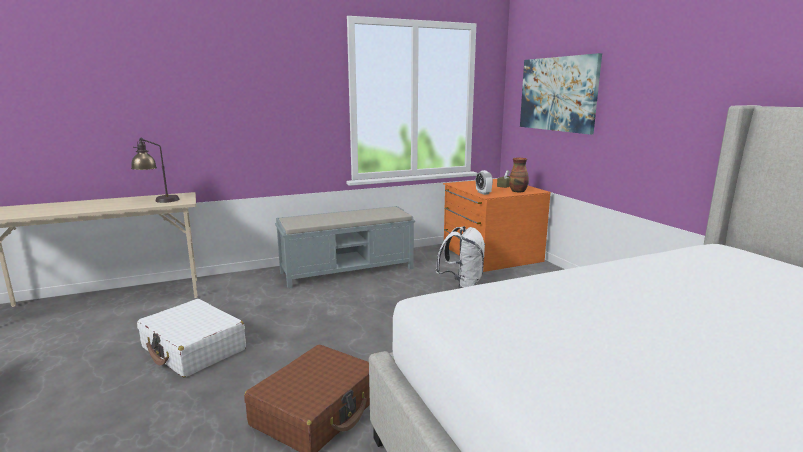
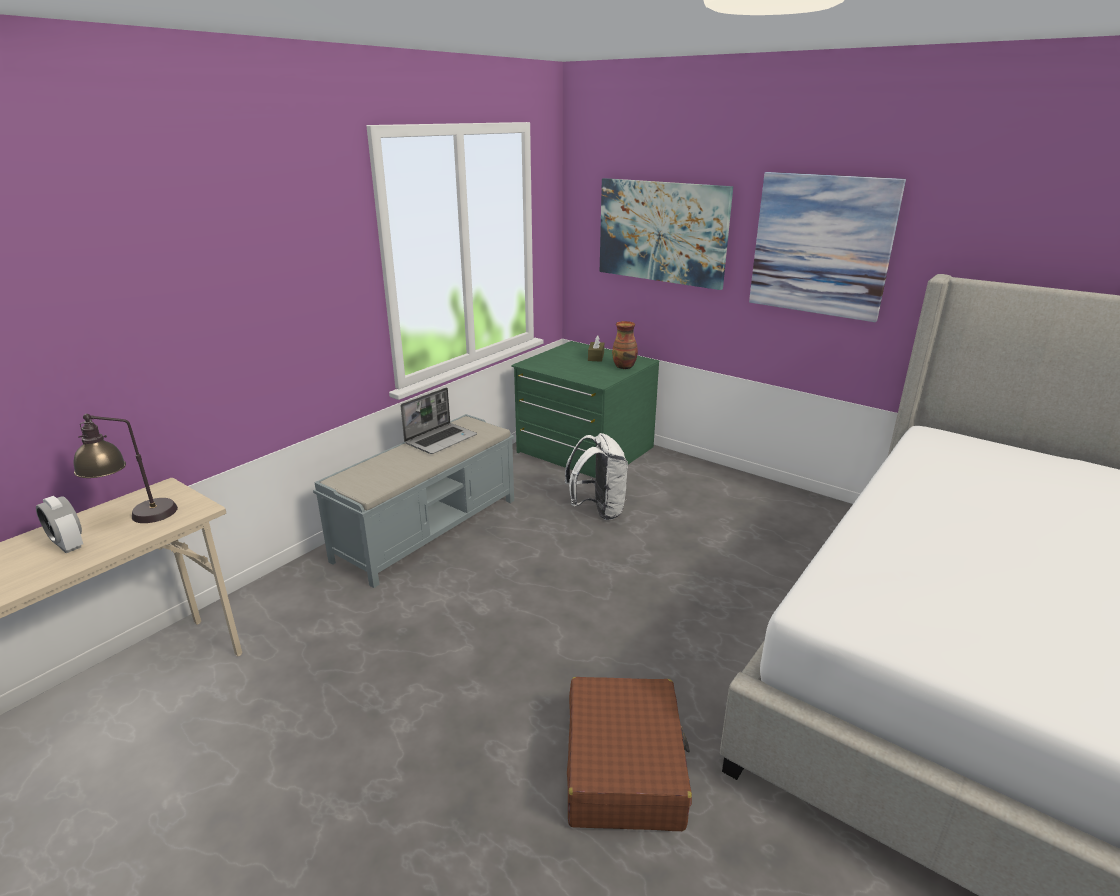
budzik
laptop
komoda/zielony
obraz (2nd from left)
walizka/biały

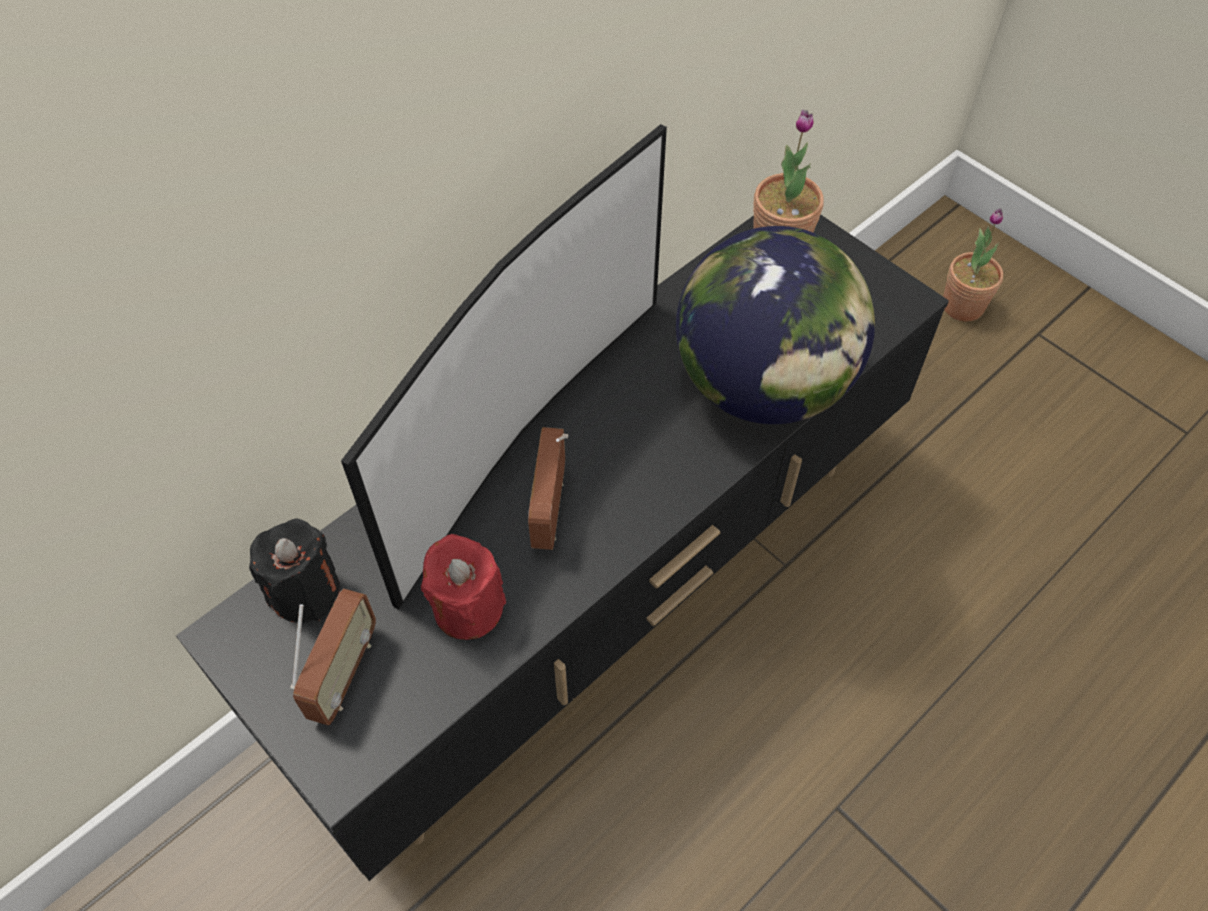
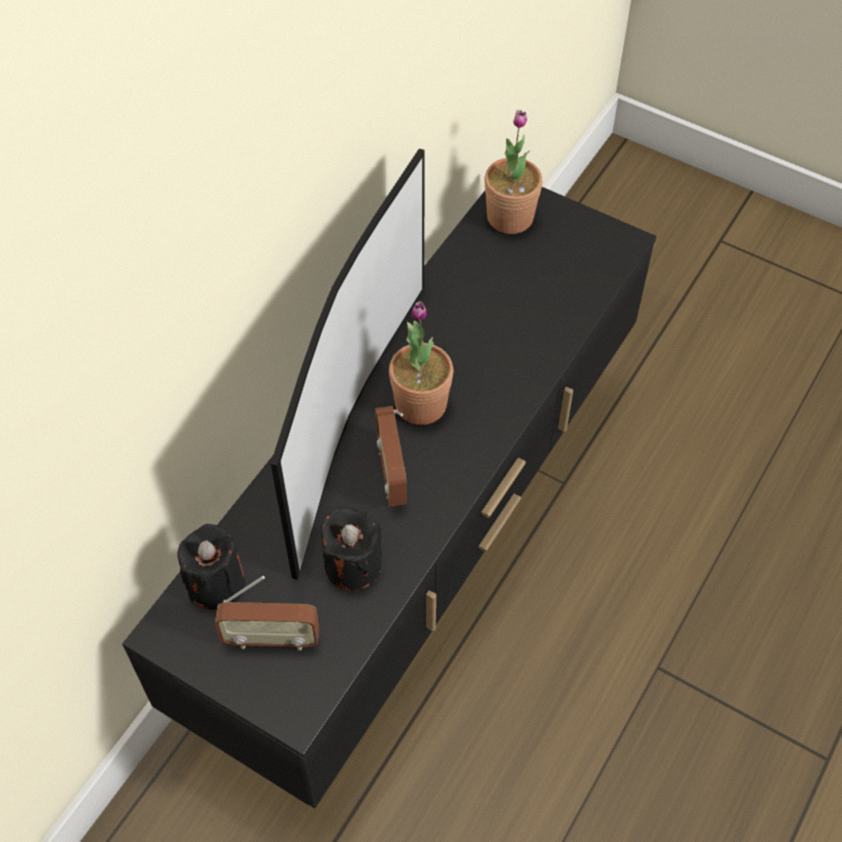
radio (1st from left)
świeca/czarny (2nd from left)
roślina doniczkowa (1st from left)
globus

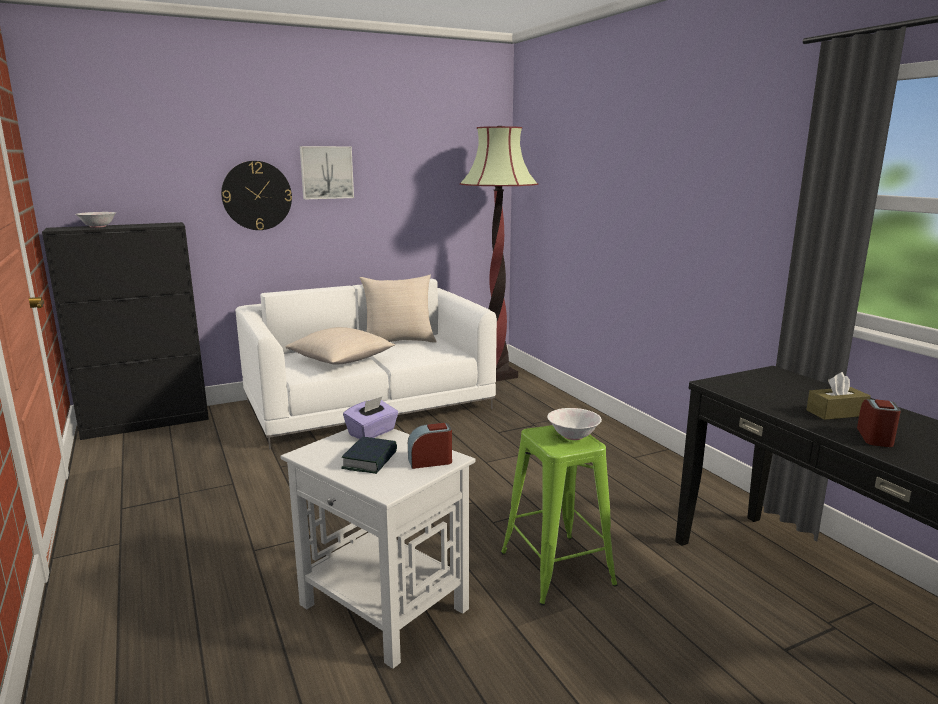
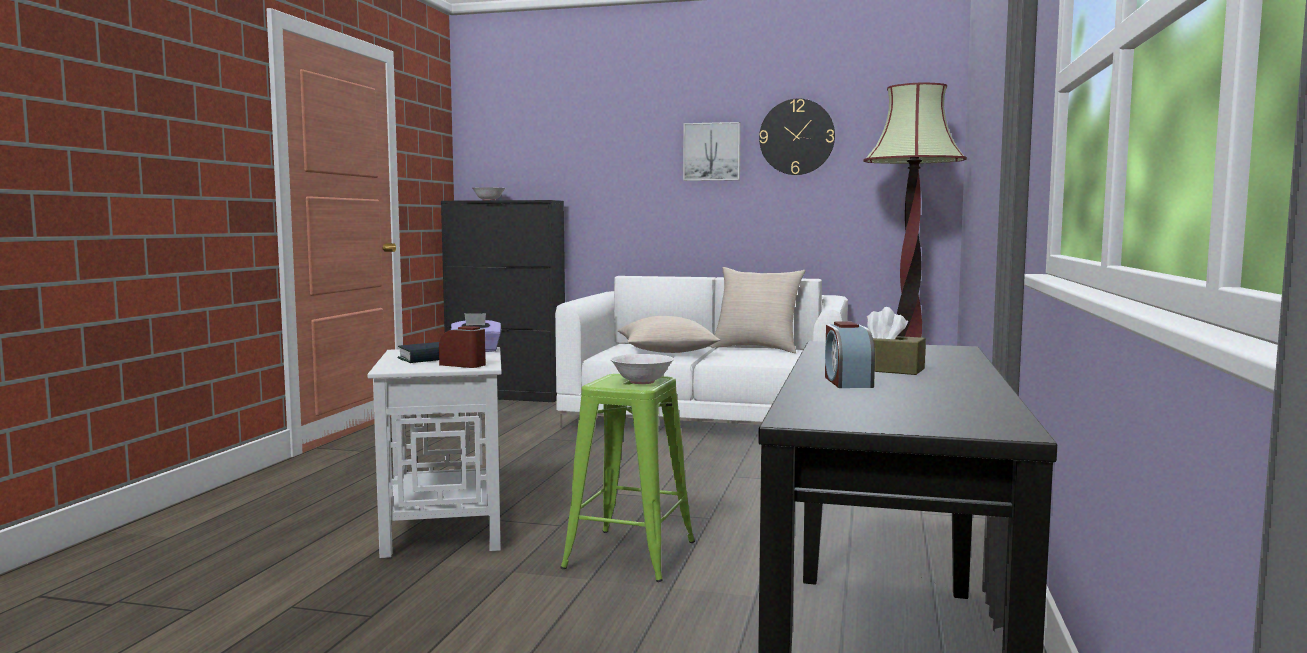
zegar ścienny
budzik (2nd from left)

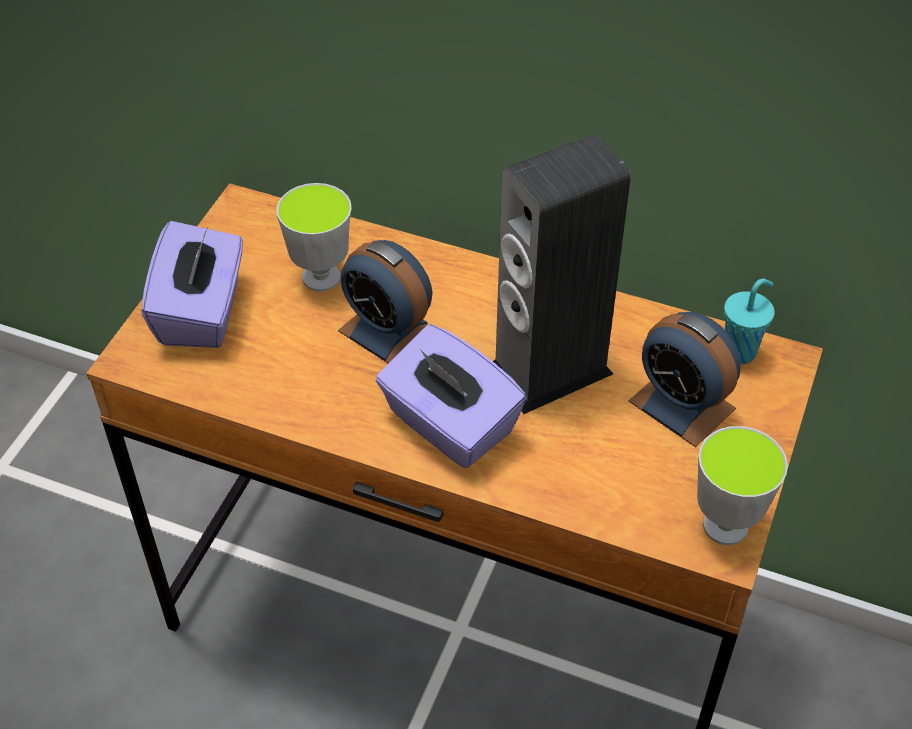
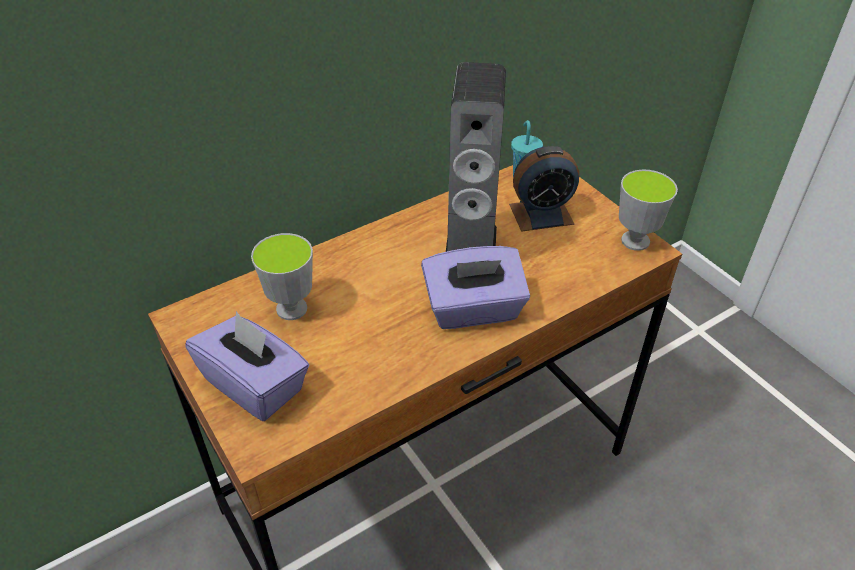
budzik (1st from left in the first image)

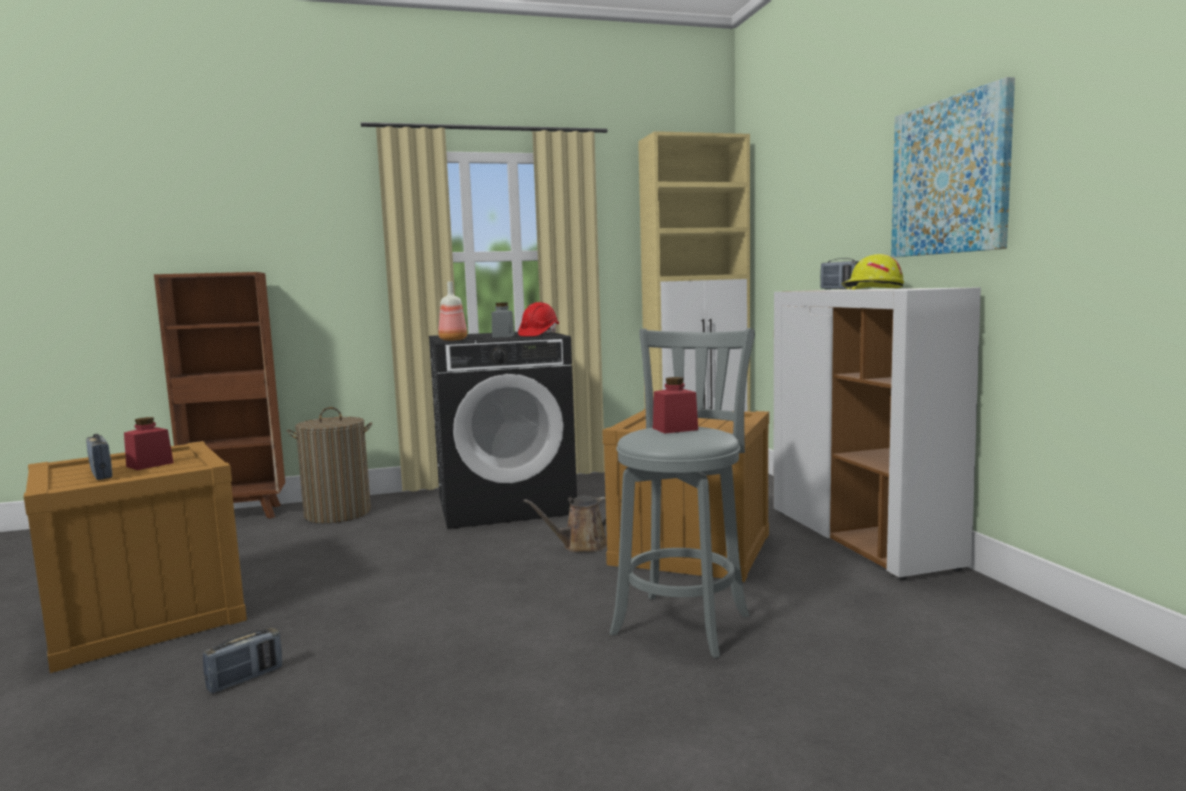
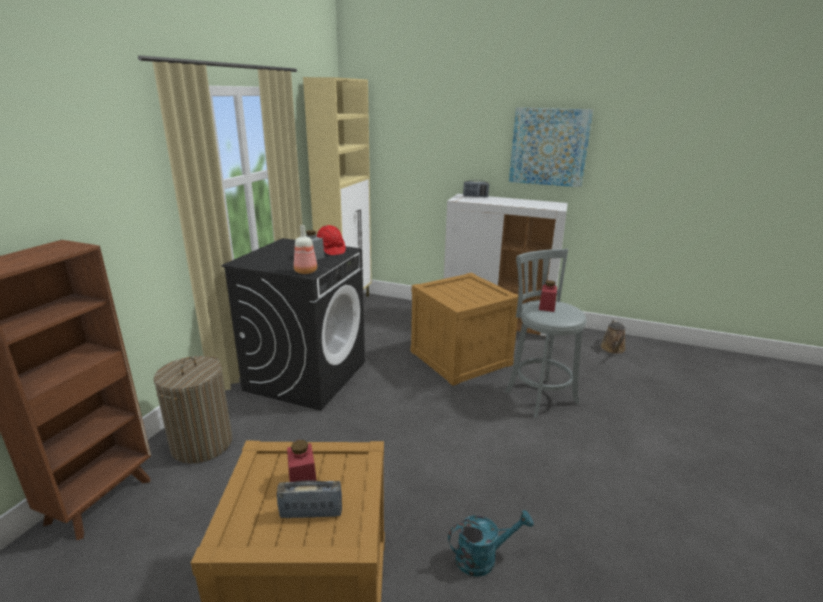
konewka/turkusowy
konewka/brązowy
kask/żółty

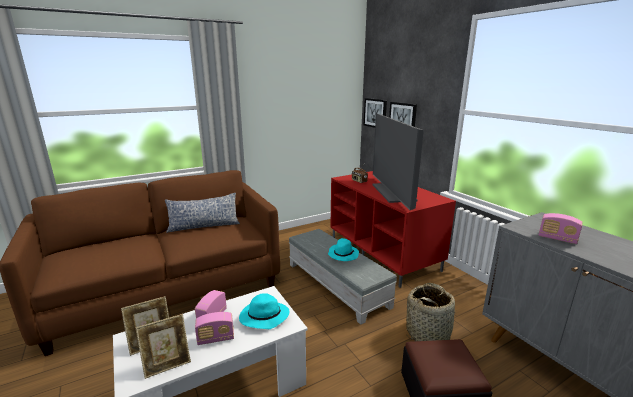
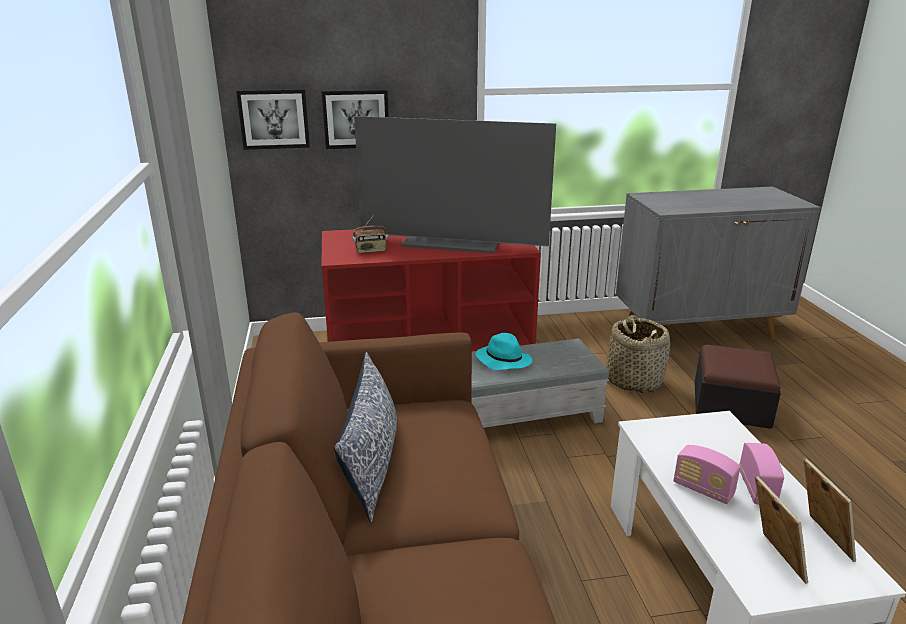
kapelusz/turkusowy (1st from left in the first image)
radio (4th from left in the first image)

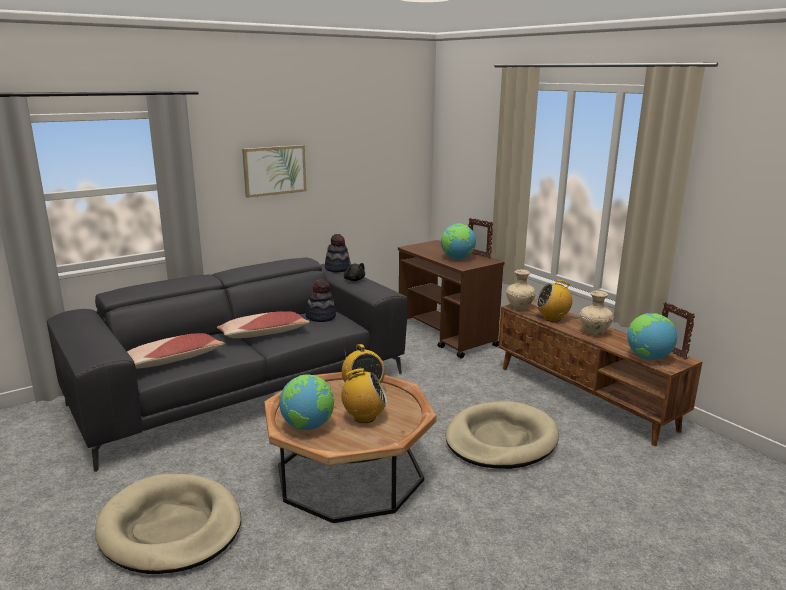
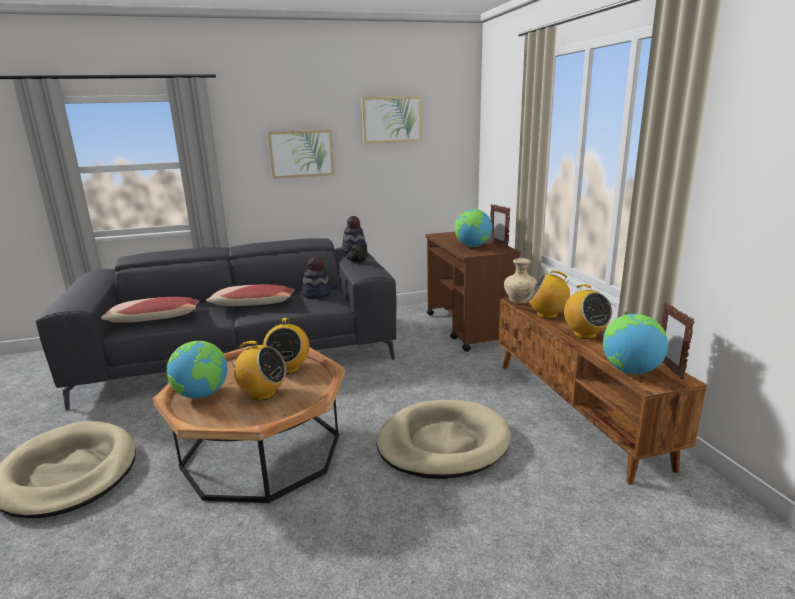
obraz (2nd from left)
radio (4th from left)

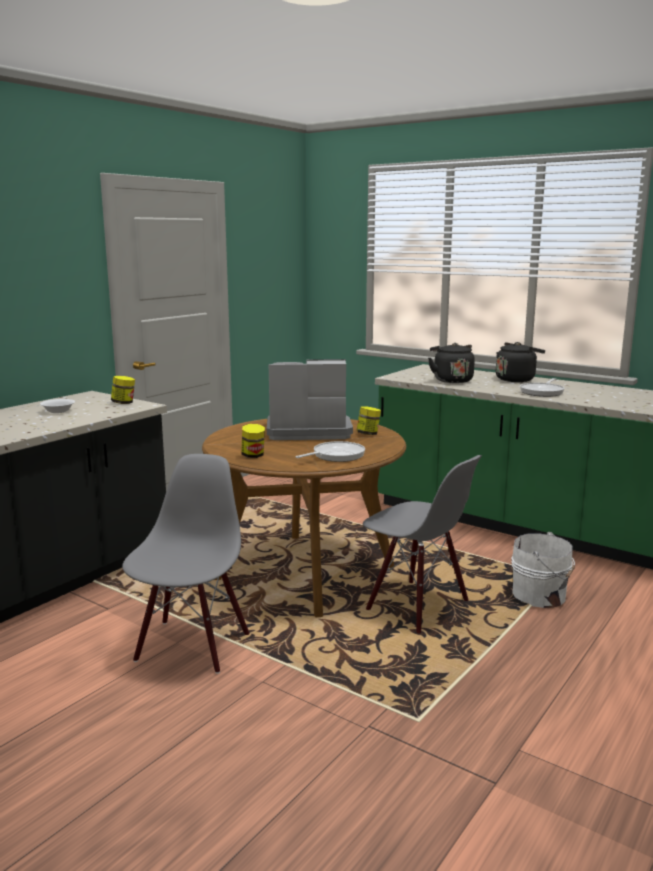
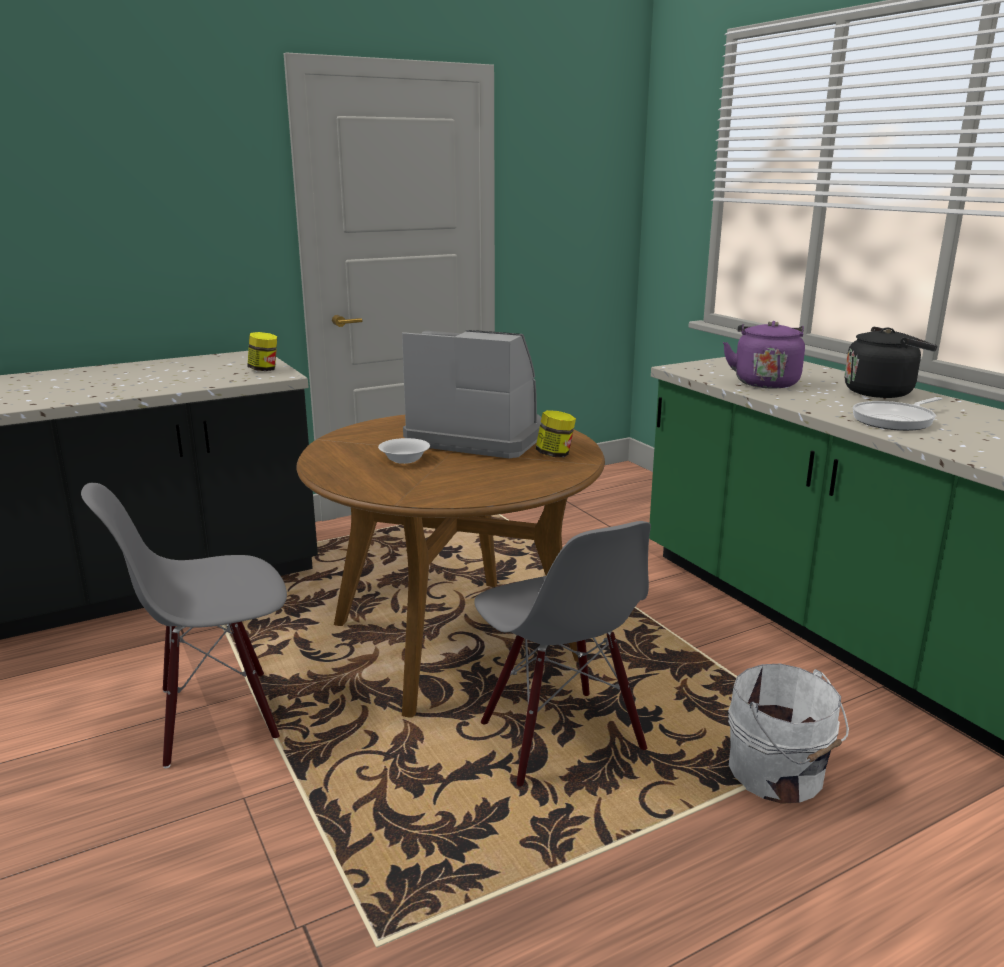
krzesło/szary (1st from left)
miska/biały
czajnik/fioletowy
słoik (2nd from left in the first image)
patelnia (1st from left in the first image)

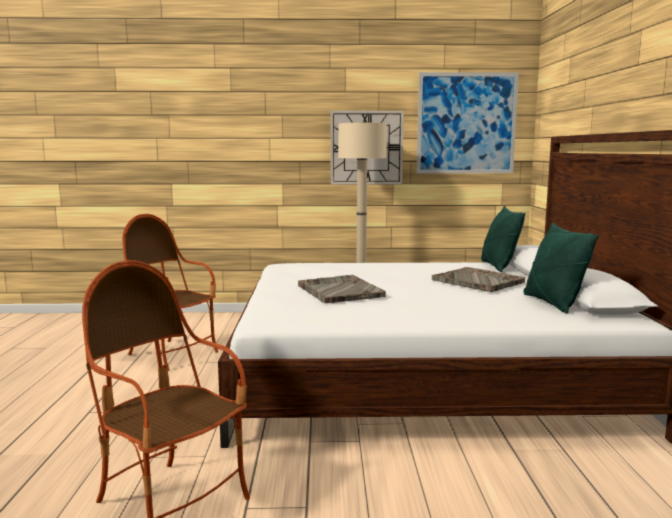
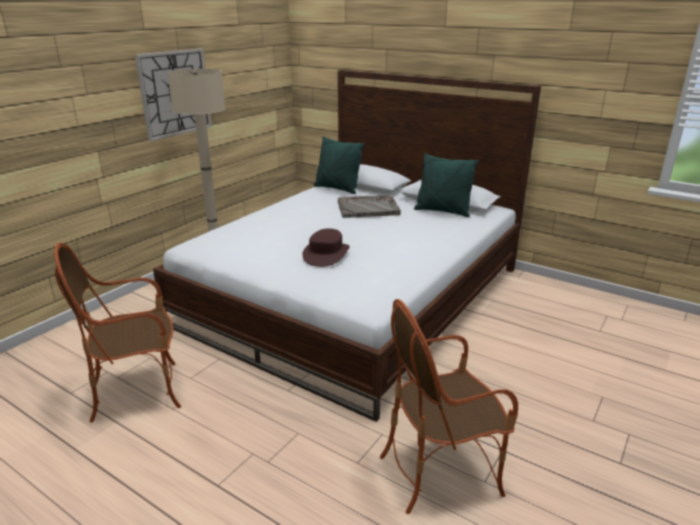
kapelusz/brązowy
obraz

